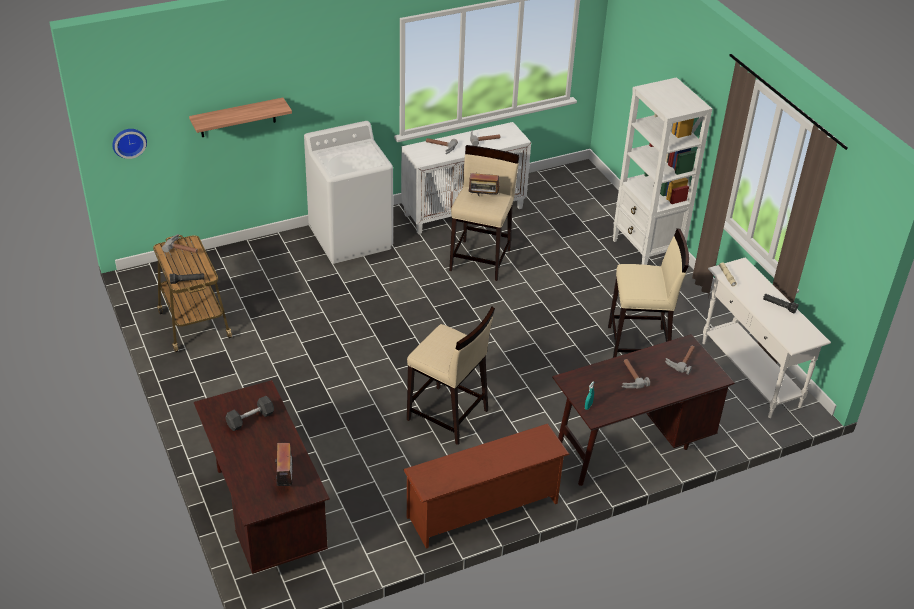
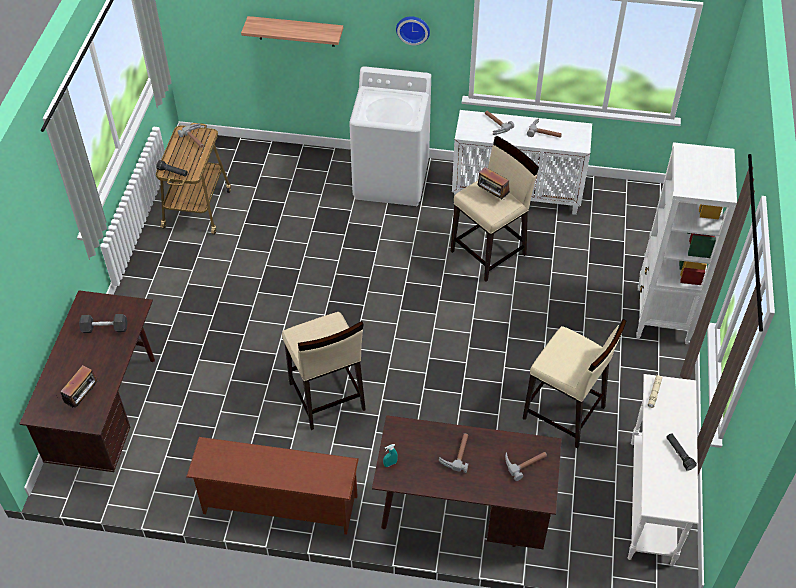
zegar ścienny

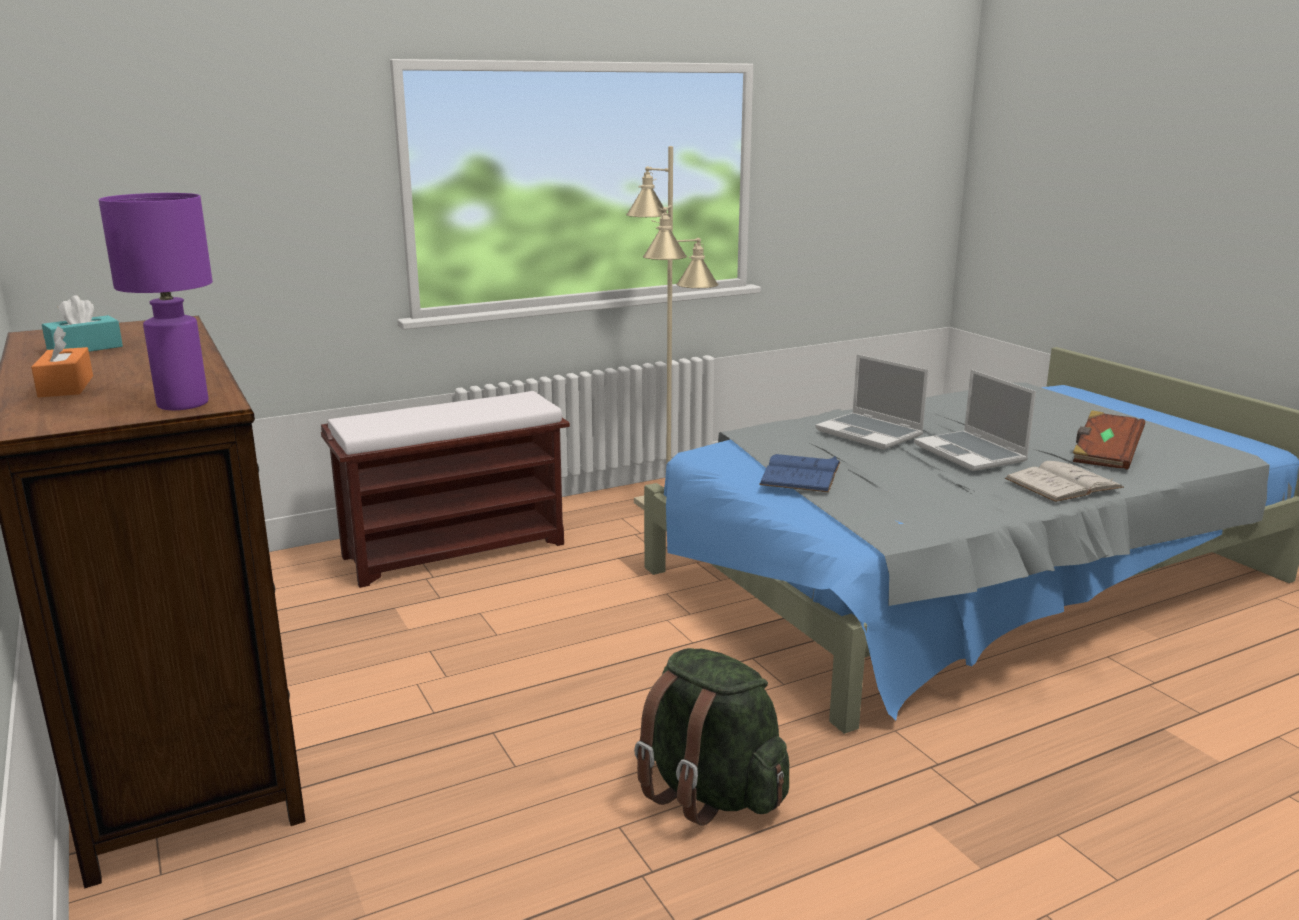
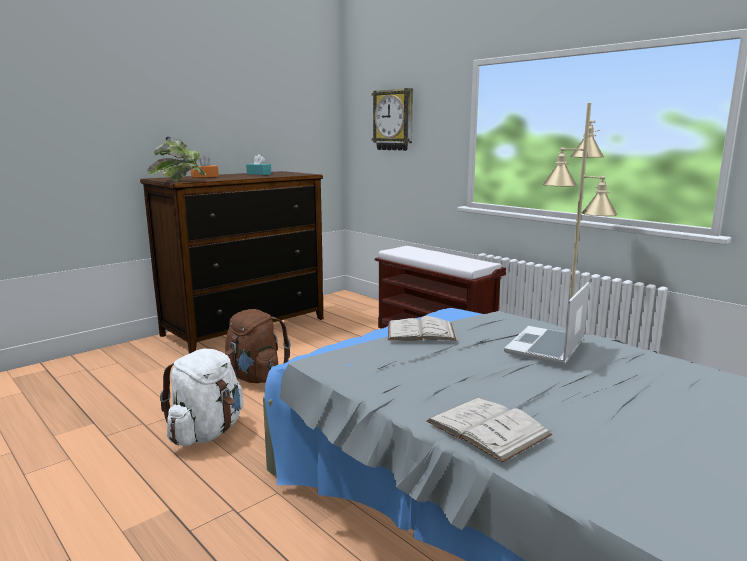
roślina doniczkowa
plecak/biały
plecak/brązowy
zegar ścienny
książka/biały (1st from left)
laptop (2nd from left in the first image)
książka/brązowy

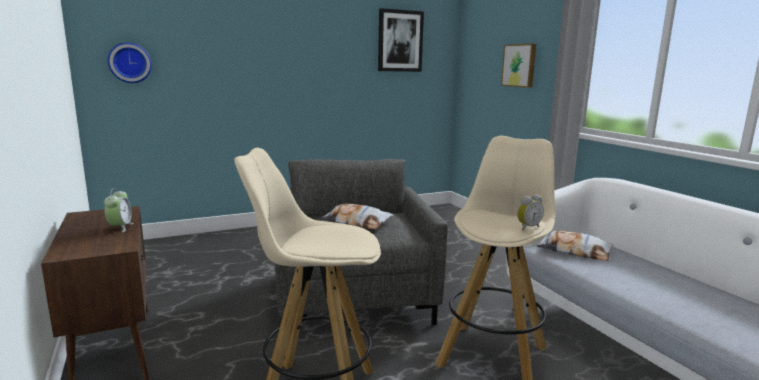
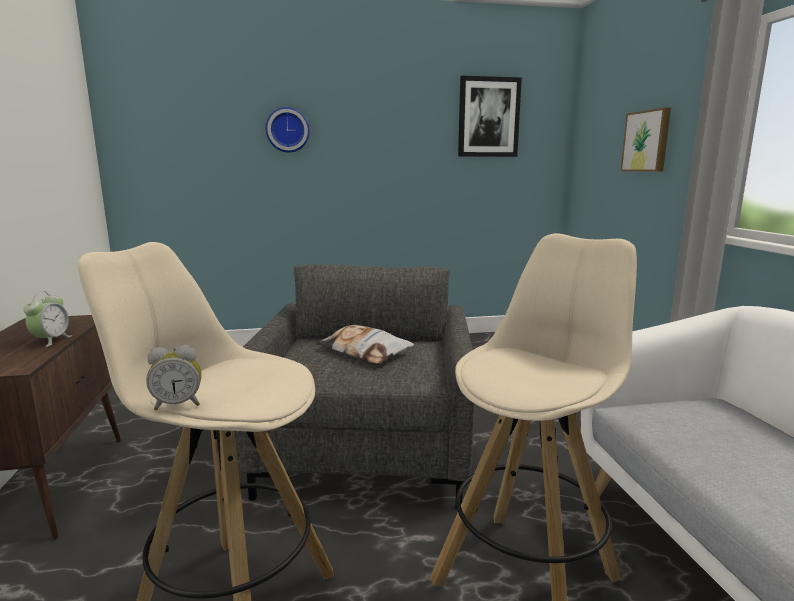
budzik (2nd from left)
zegar ścienny
poduszka (2nd from left in the first image)

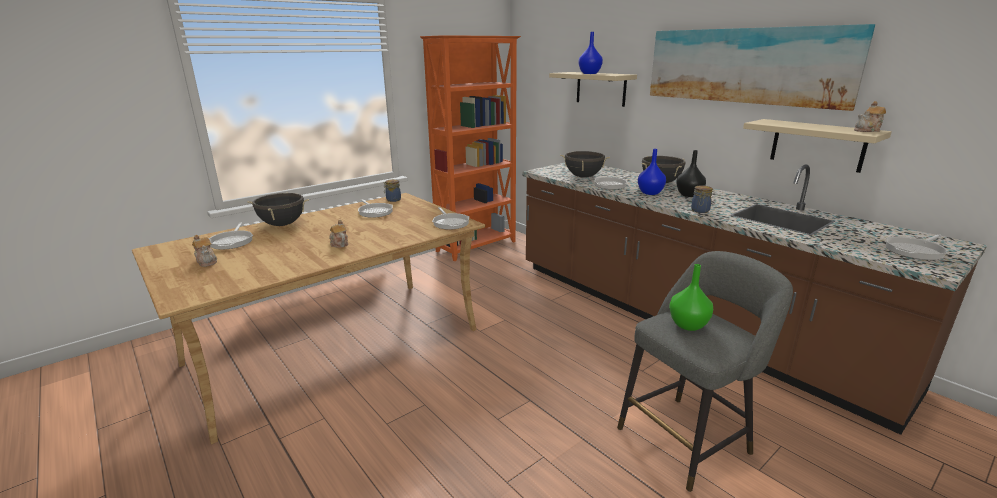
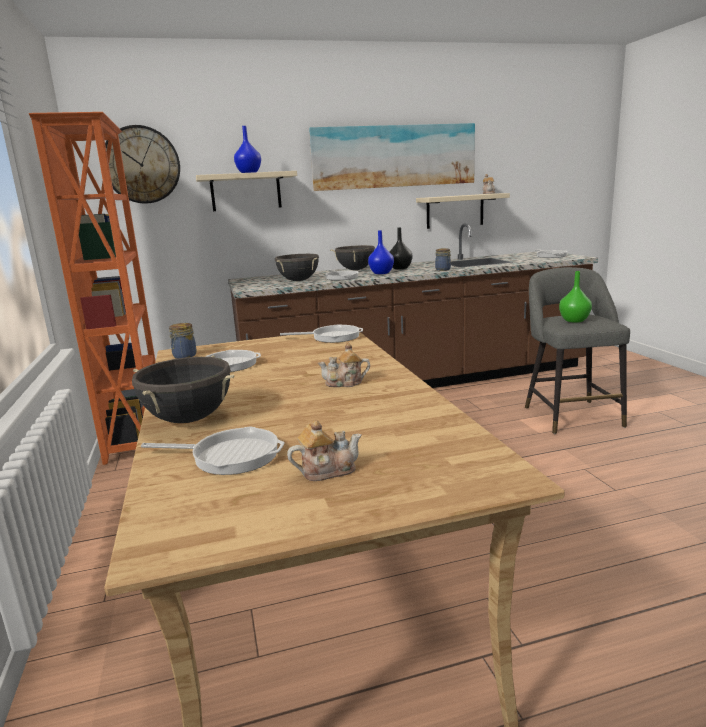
zegar ścienny

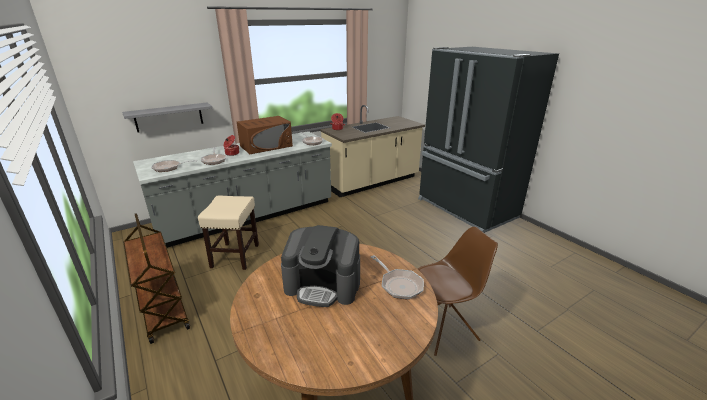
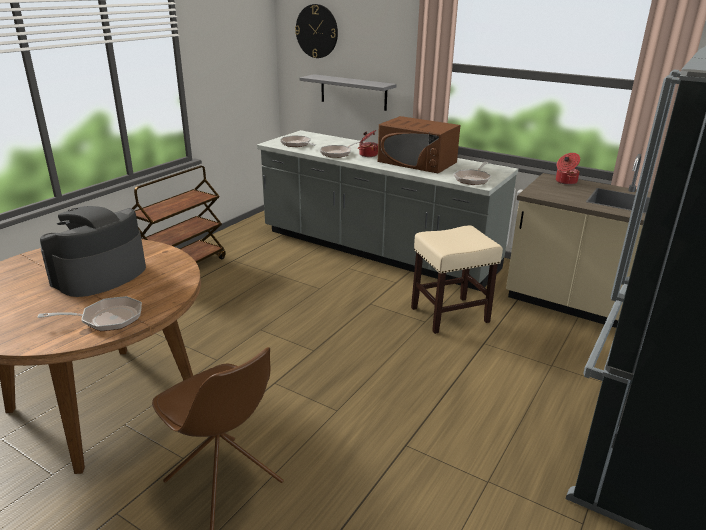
patelnia (1st from left)
ekspres do kawy
zegar ścienny
stołek/beżowy

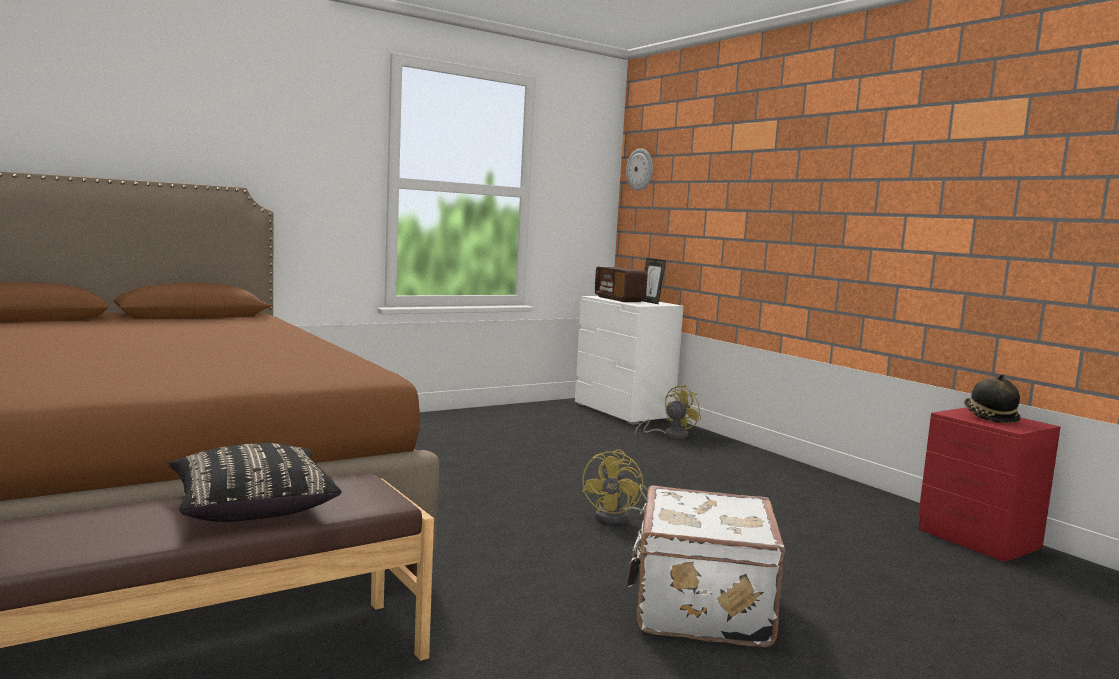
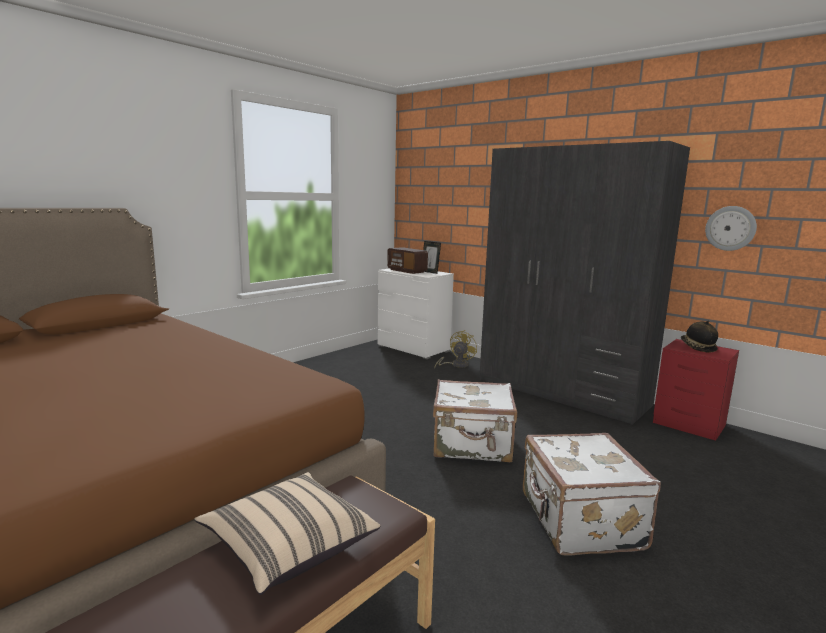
poduszka/beżowy
walizka/biały (1st from left)
szafa/szary
zegar ścienny

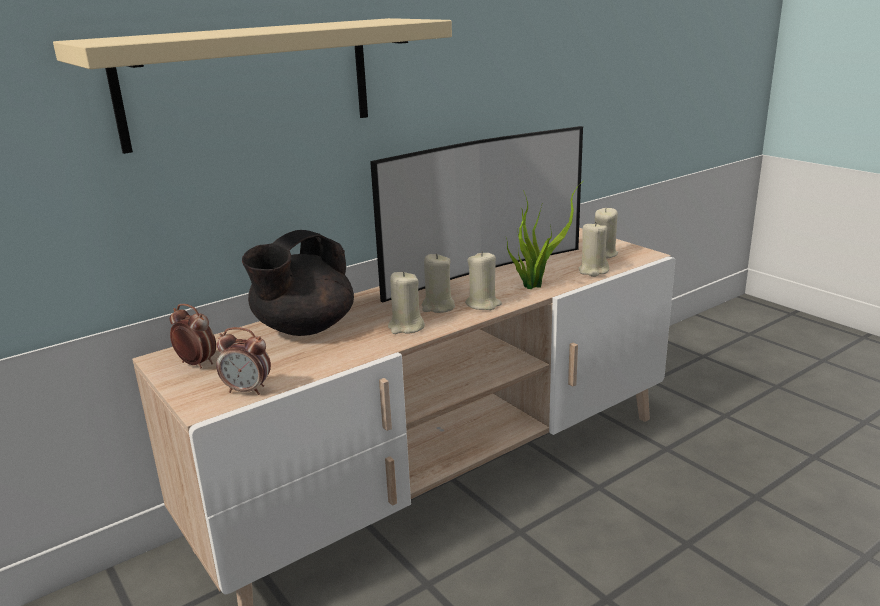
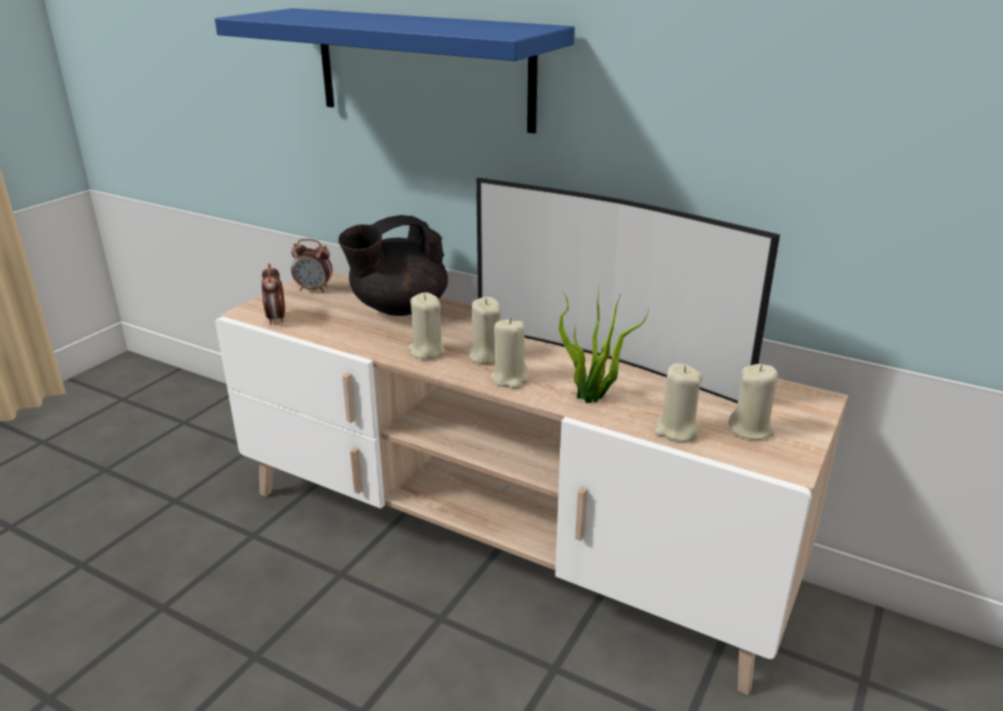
półka/niebieski
budzik (2nd from left)
imbryk/czarny

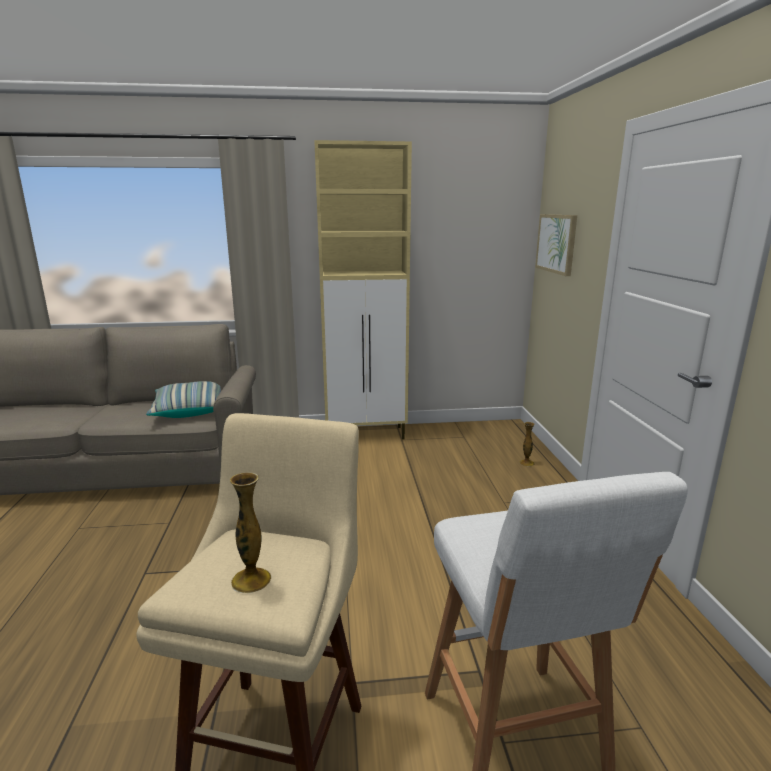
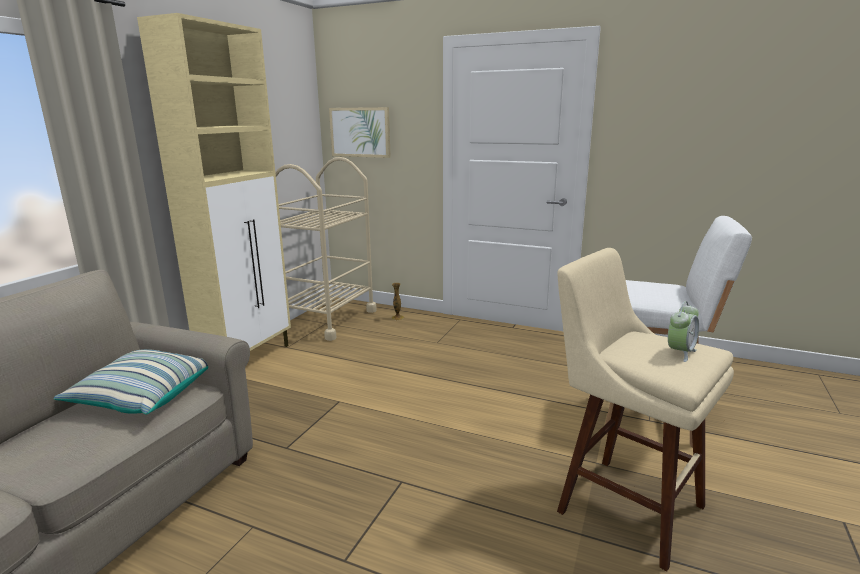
wózek/beżowy
budzik

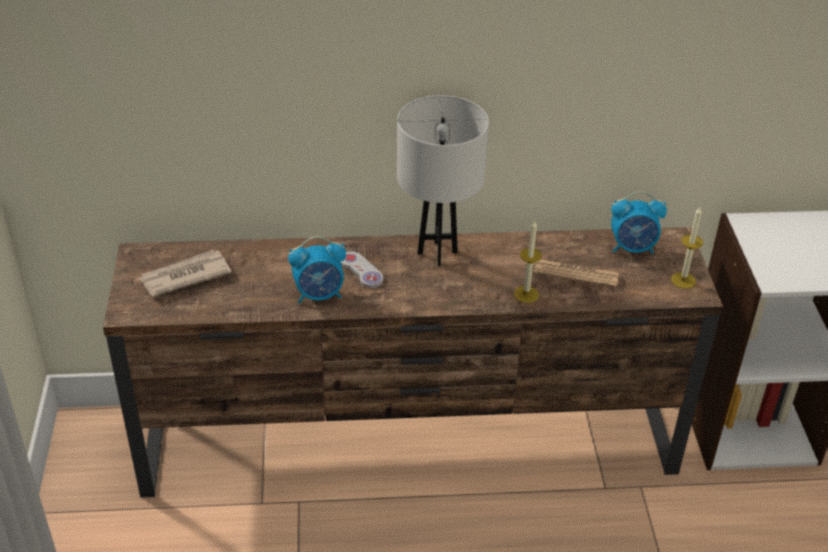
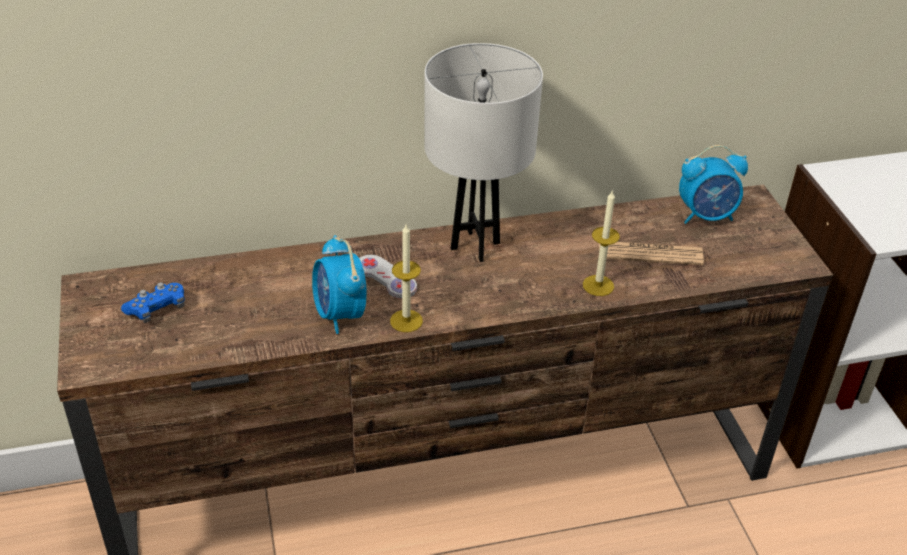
pad do gier/niebieski
budzik (1st from left)
świeca (1st from left)

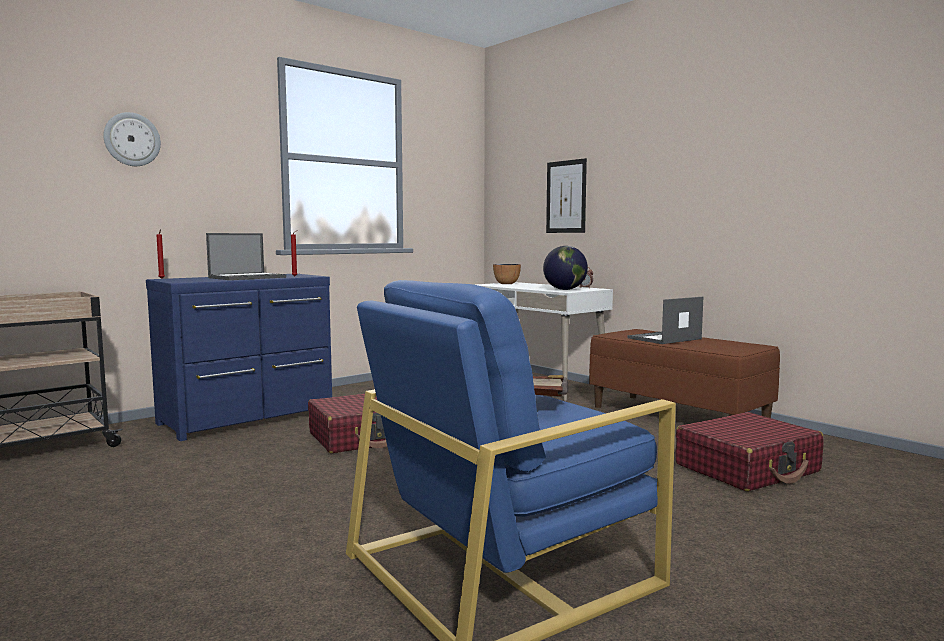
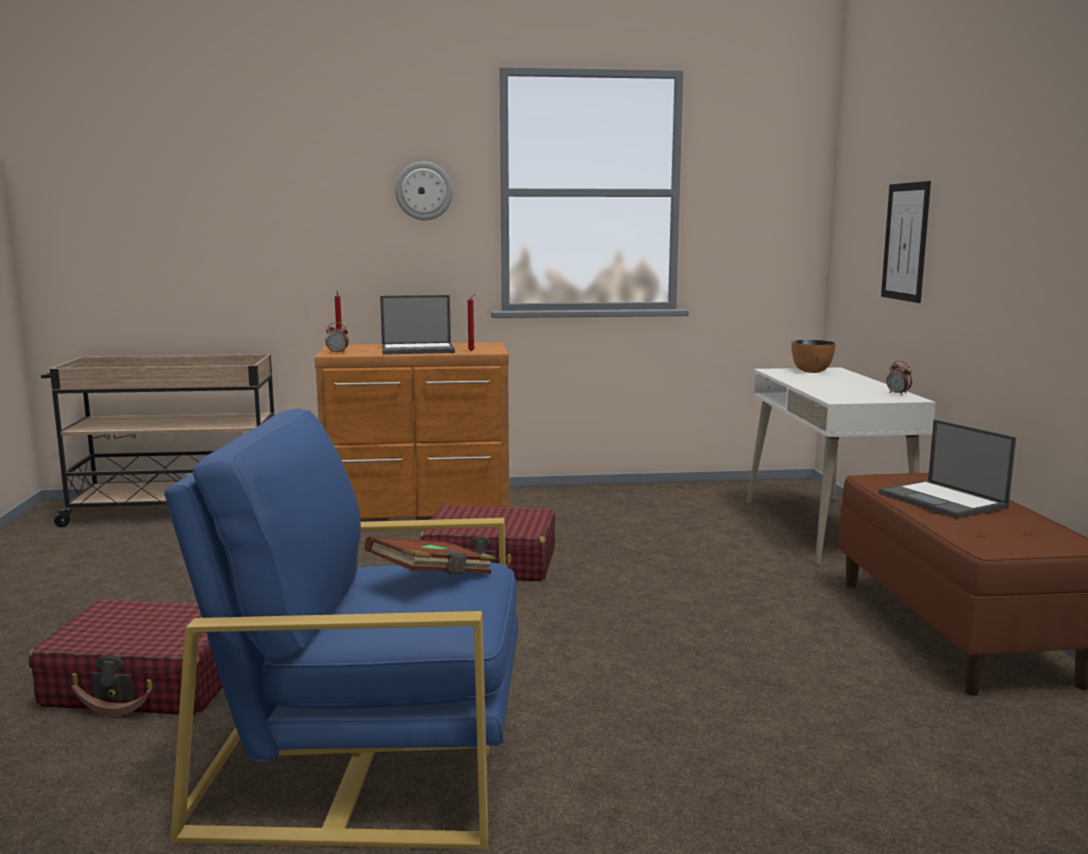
walizka/czerwony (1st from left)
komoda/brązowy
budzik (1st from left)
zegar ścienny
laptop (2nd from left)
globus

